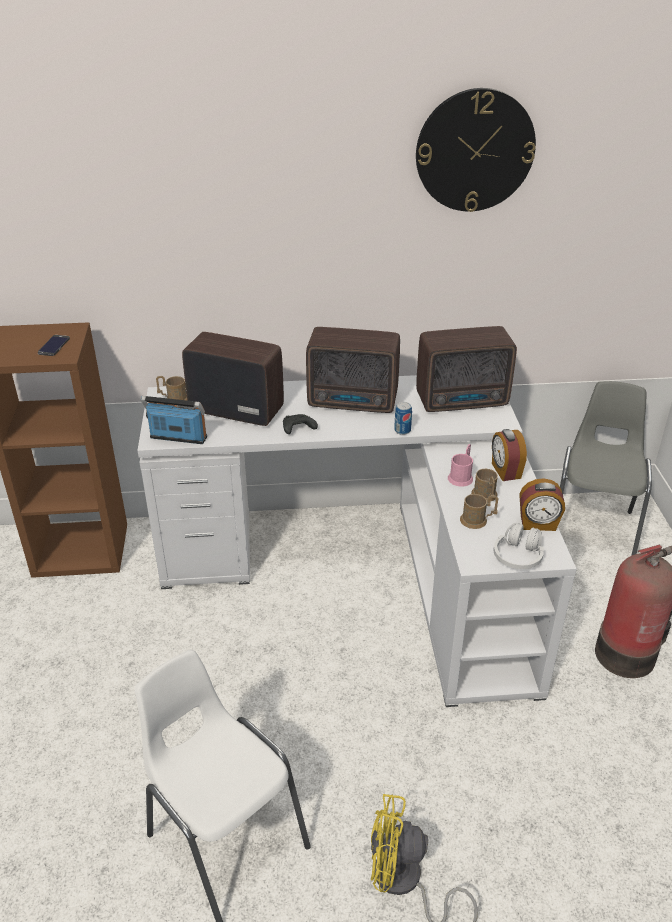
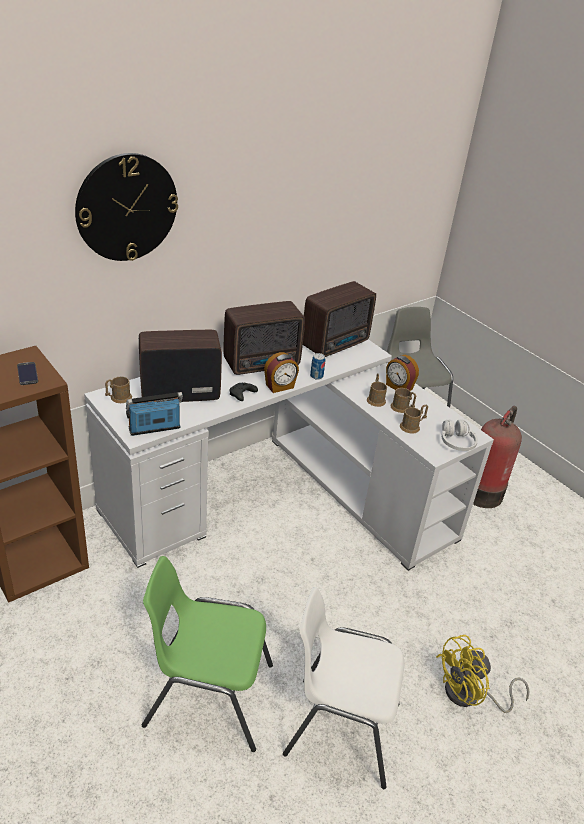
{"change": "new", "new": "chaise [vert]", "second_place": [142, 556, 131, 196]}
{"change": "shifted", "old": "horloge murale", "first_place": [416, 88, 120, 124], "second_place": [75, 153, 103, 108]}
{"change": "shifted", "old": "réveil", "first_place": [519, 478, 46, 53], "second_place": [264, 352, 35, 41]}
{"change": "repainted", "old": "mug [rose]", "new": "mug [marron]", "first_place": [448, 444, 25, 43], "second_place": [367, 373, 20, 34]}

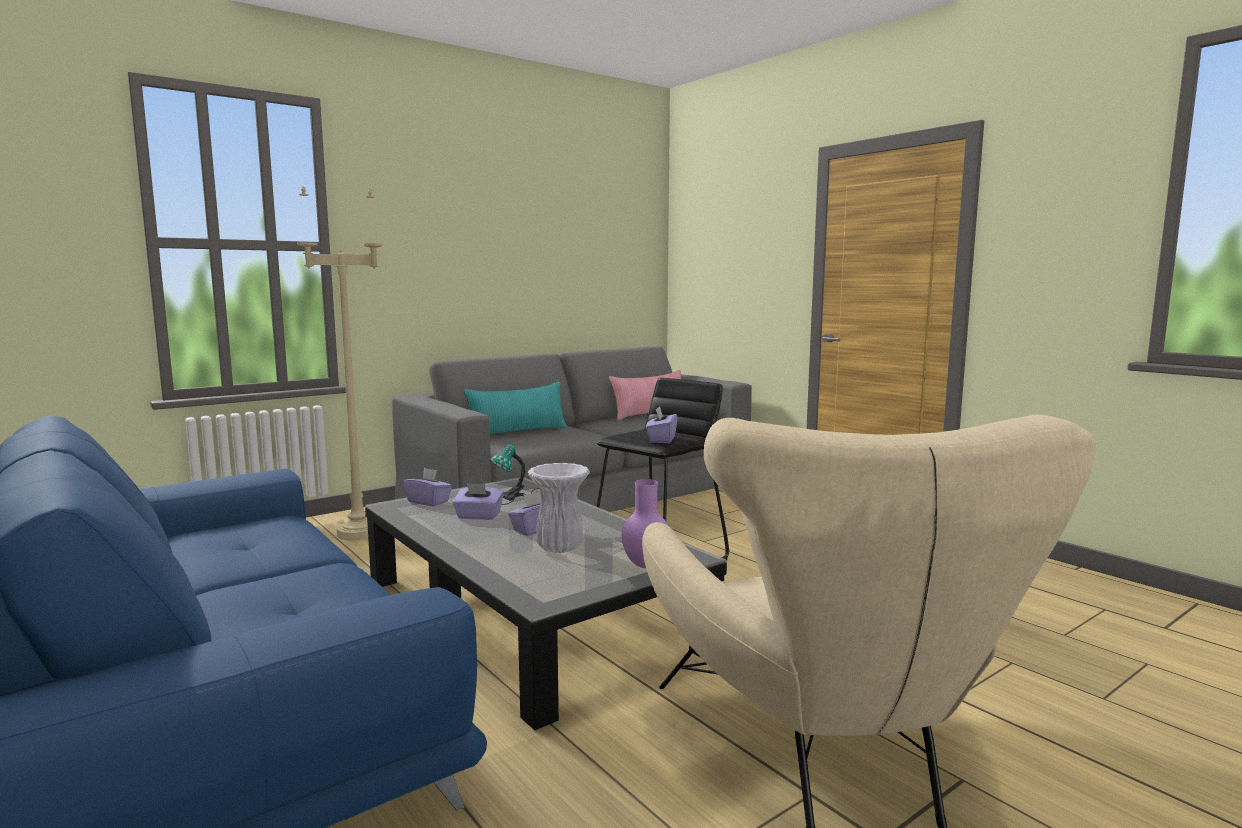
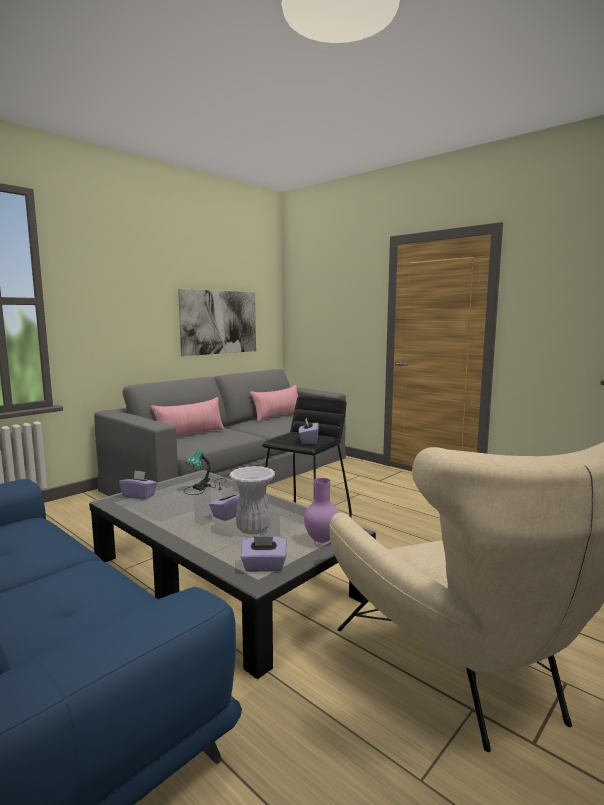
{"change": "gone", "old": "lampadaire [beige]", "first_place": [297, 186, 86, 354]}
{"change": "new", "new": "tableau", "second_place": [178, 289, 78, 67]}
{"change": "shifted", "old": "boîte à mouchoirs [violet]", "first_place": [452, 483, 52, 37], "second_place": [241, 536, 45, 36]}
{"change": "repainted", "old": "coussin [turquoise]", "new": "coussin [rose]", "first_place": [464, 382, 103, 52], "second_place": [151, 397, 74, 39]}

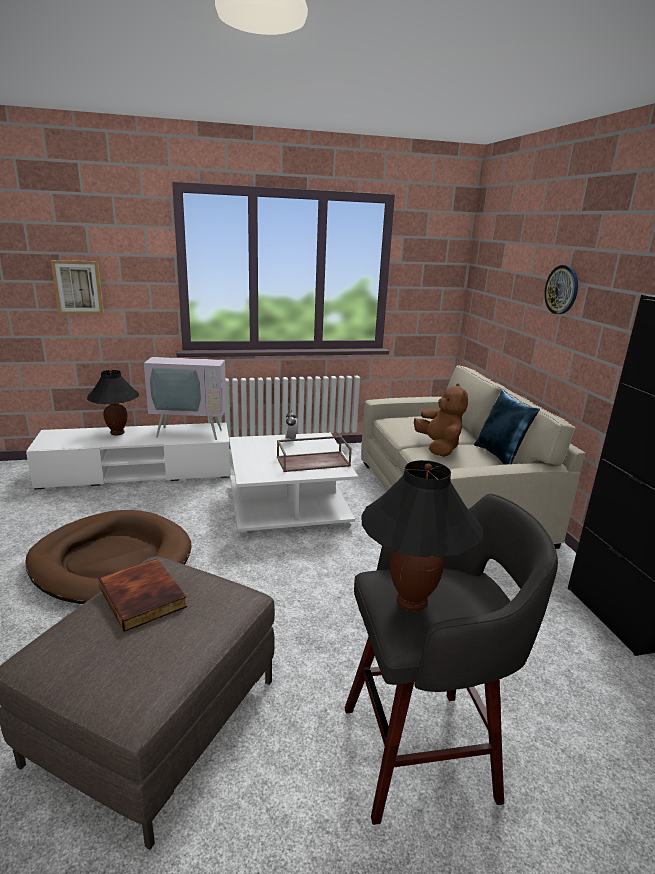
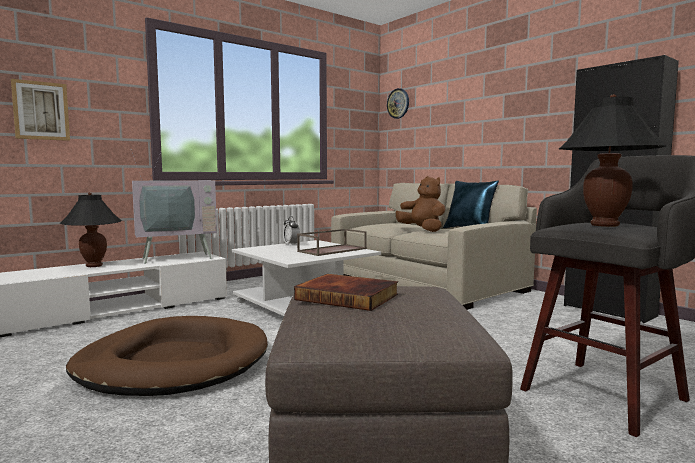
{"change": "shifted", "old": "horloge murale", "first_place": [544, 265, 34, 49], "second_place": [387, 88, 22, 31]}

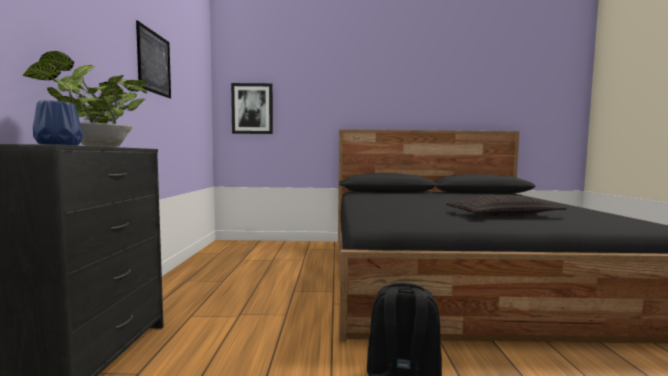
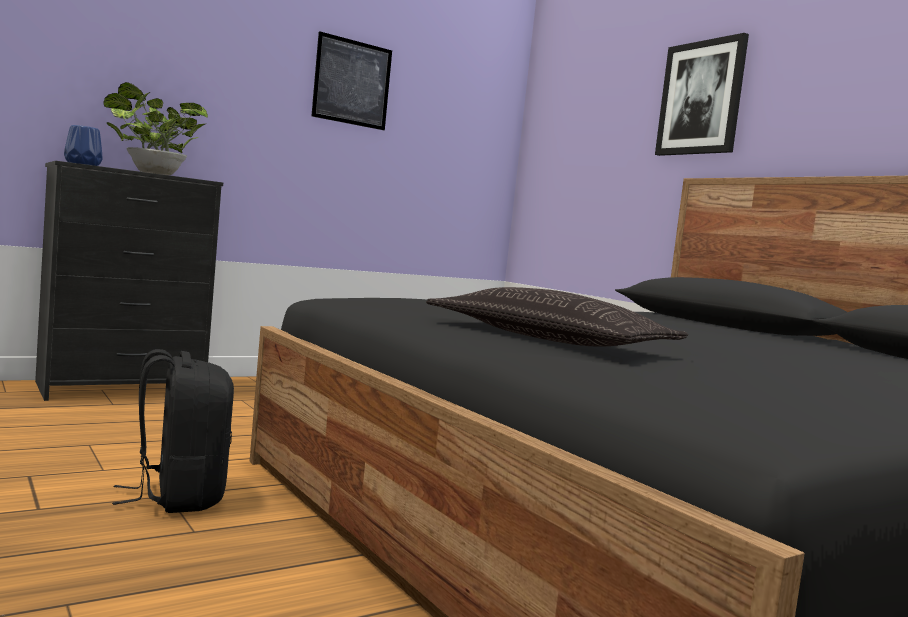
{"change": "shifted", "old": "tableau", "first_place": [231, 83, 42, 51], "second_place": [655, 33, 94, 123]}

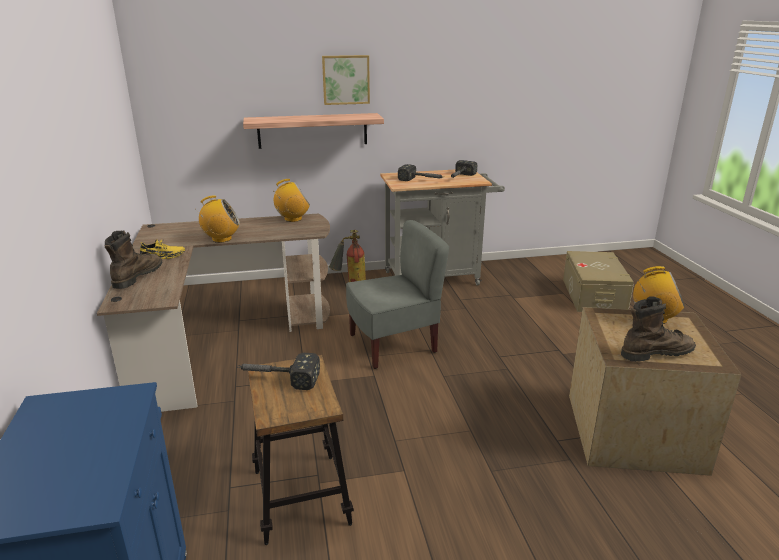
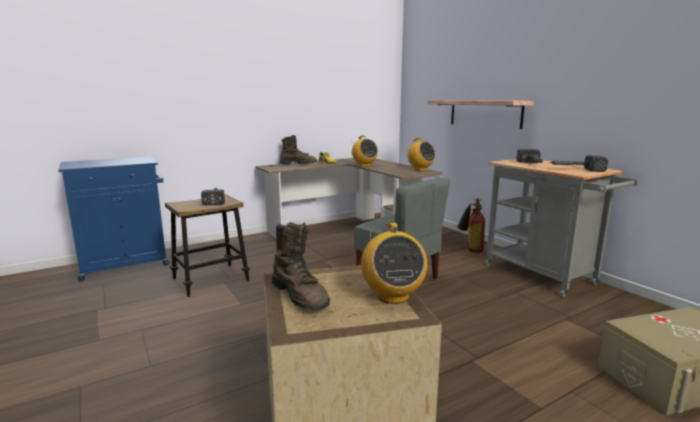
{"change": "gone", "old": "tableau", "first_place": [322, 55, 48, 50]}

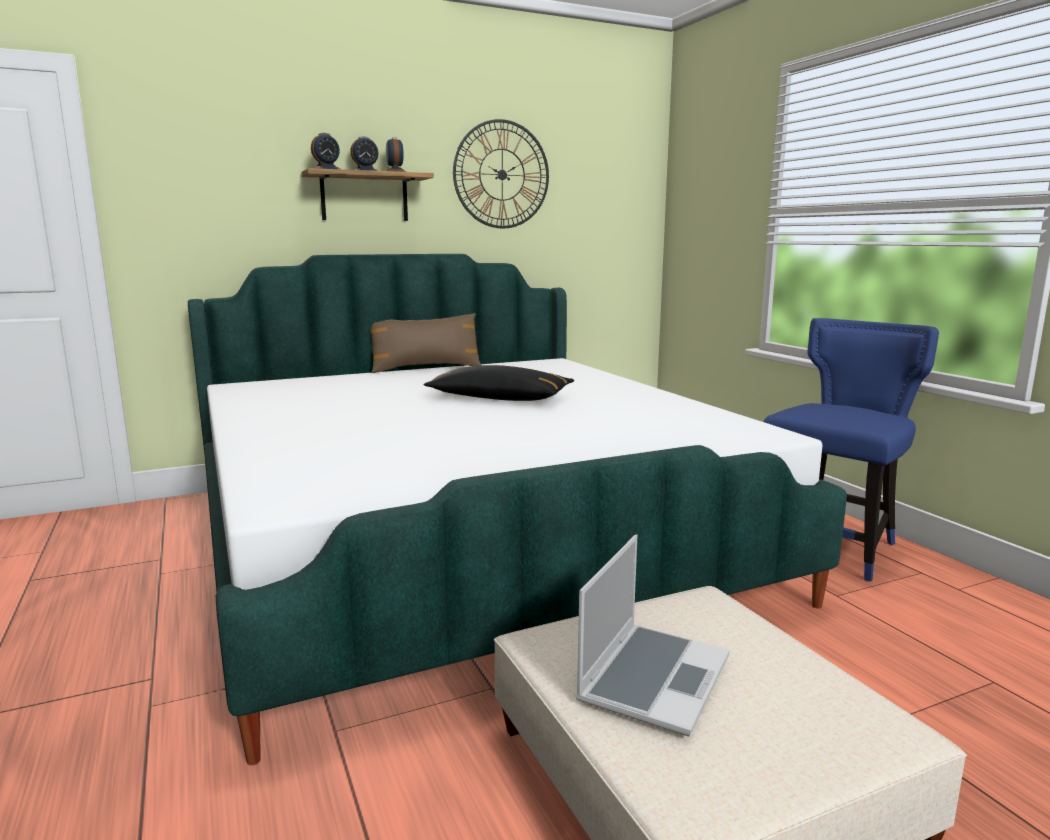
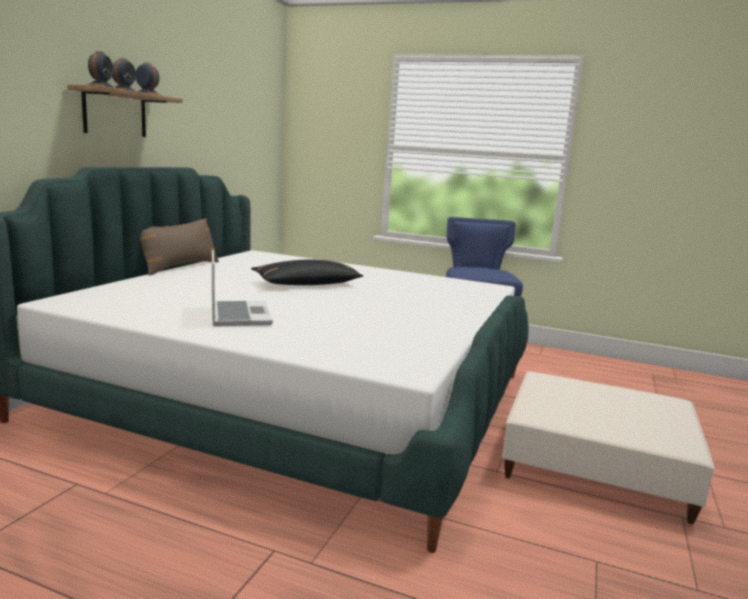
{"change": "gone", "old": "horloge murale", "first_place": [453, 119, 96, 110]}
{"change": "shifted", "old": "ordinateur portable", "first_place": [576, 534, 154, 203], "second_place": [211, 250, 62, 76]}

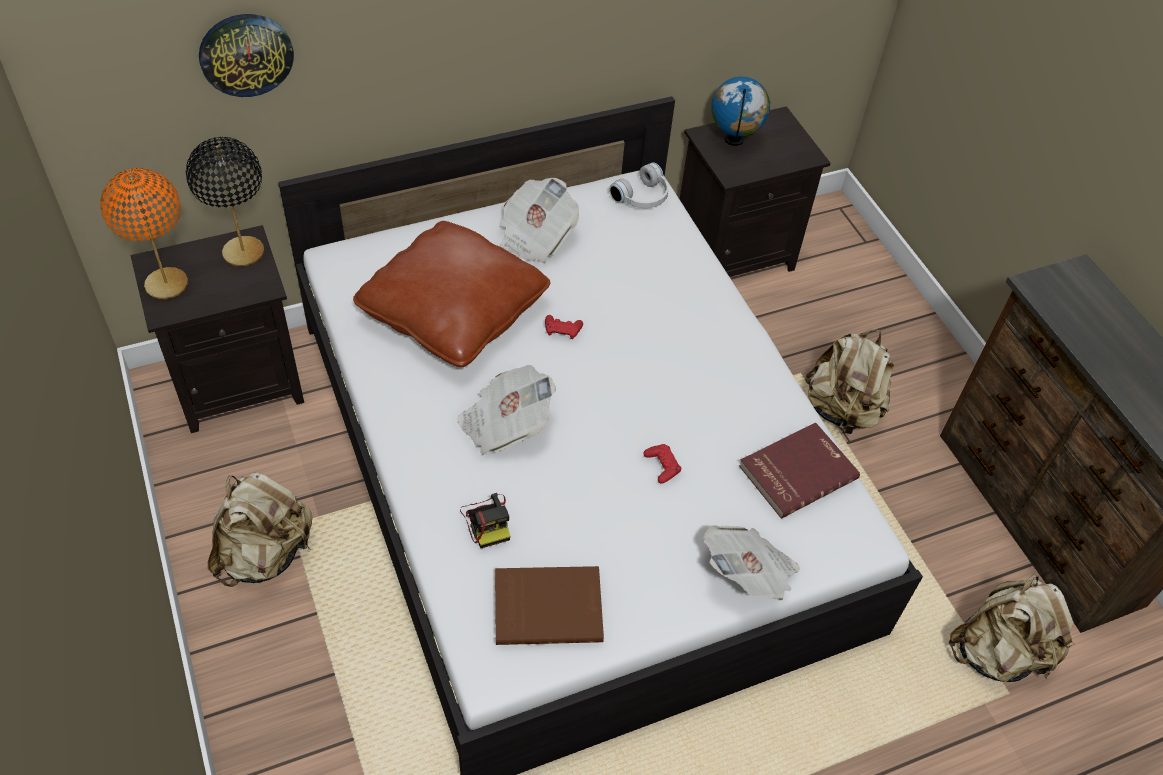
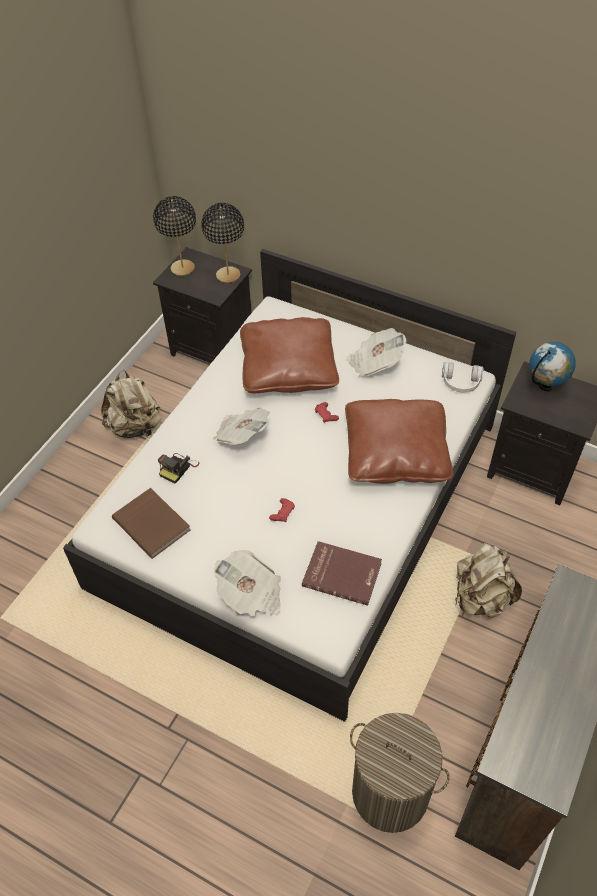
{"change": "gone", "old": "horloge murale", "first_place": [199, 14, 95, 83]}
{"change": "new", "new": "coussin [marron]", "second_place": [345, 399, 108, 85]}
{"change": "swapped", "old": "sac à dos [beige]", "new": "panier à linge", "first_place": [948, 574, 127, 108], "second_place": [350, 713, 100, 120]}
{"change": "repainted", "old": "lampe de table [orange]", "new": "lampe de table [noir]", "first_place": [100, 168, 88, 131], "second_place": [153, 196, 43, 80]}

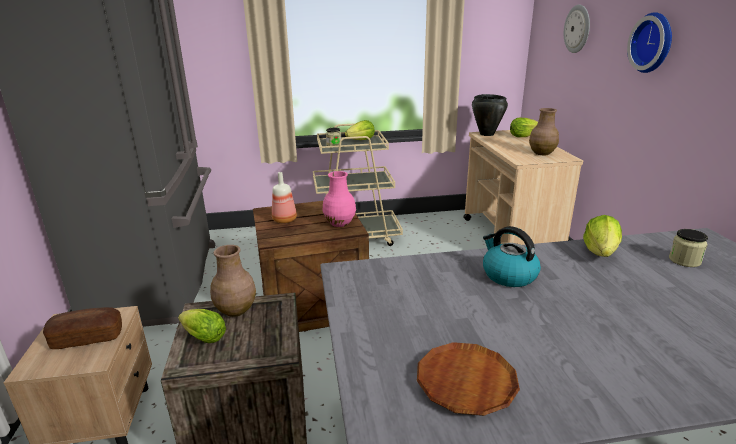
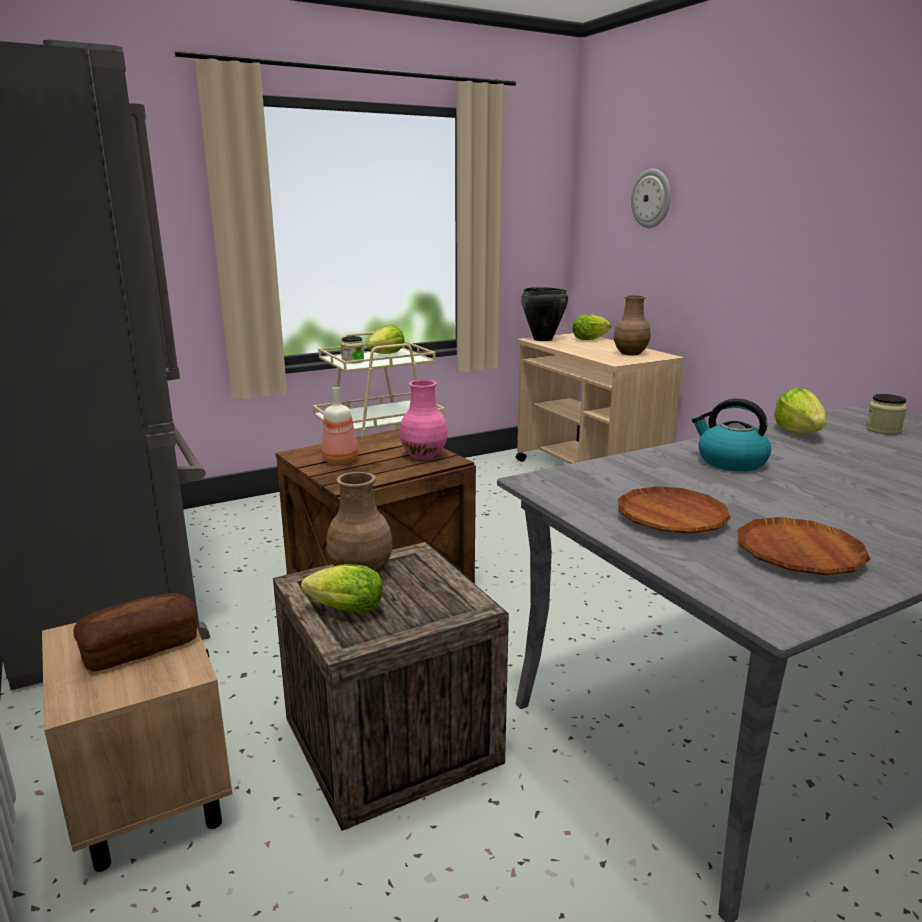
{"change": "gone", "old": "horloge murale", "first_place": [627, 12, 45, 61]}
{"change": "new", "new": "assiette [marron]", "second_place": [618, 486, 113, 48]}

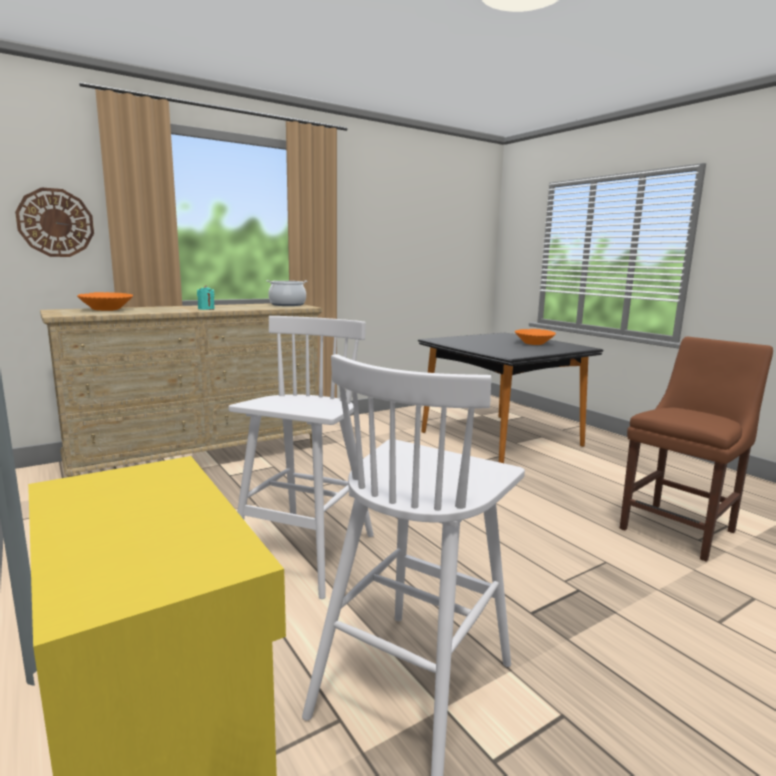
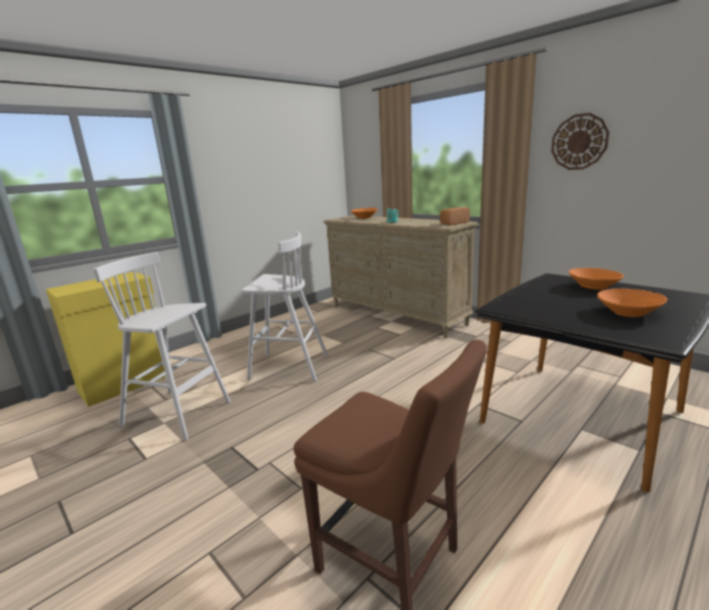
{"change": "new", "new": "bol [orange]", "second_place": [568, 268, 56, 22]}
{"change": "shifted", "old": "horloge murale", "first_place": [15, 187, 79, 70], "second_place": [551, 113, 58, 57]}
{"change": "swapped", "old": "marmite", "new": "pain", "first_place": [267, 280, 41, 26], "second_place": [440, 207, 30, 18]}

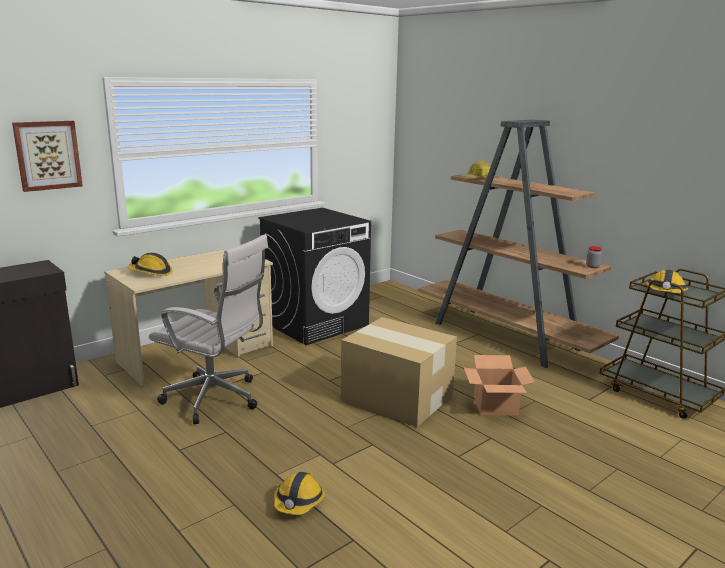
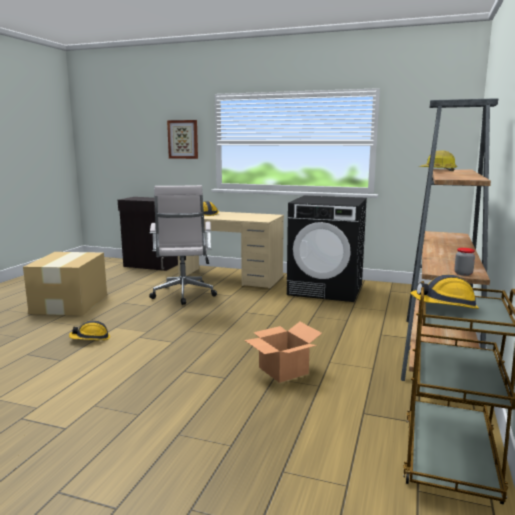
{"change": "shifted", "old": "carton", "first_place": [341, 317, 116, 110], "second_place": [23, 252, 84, 63]}

